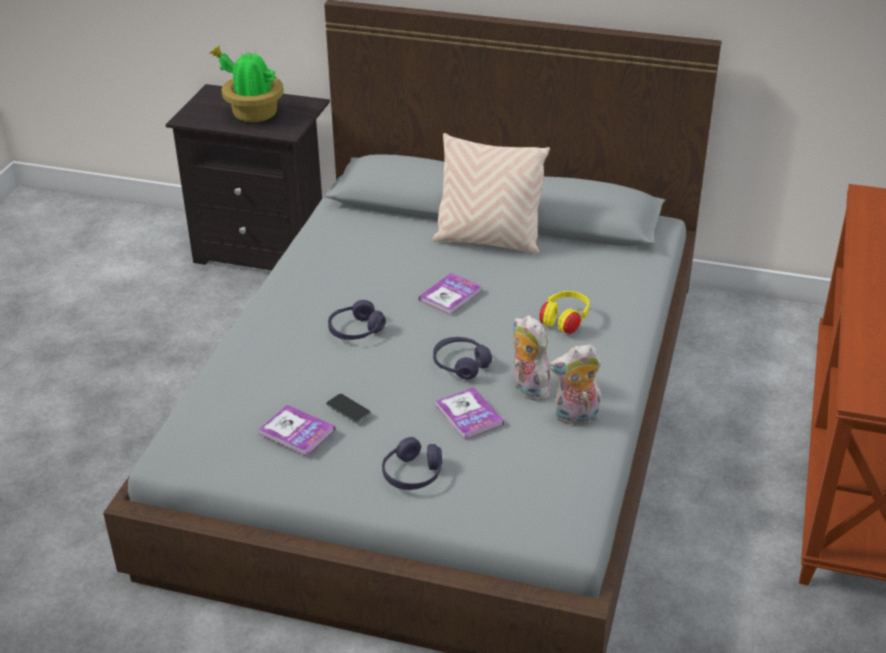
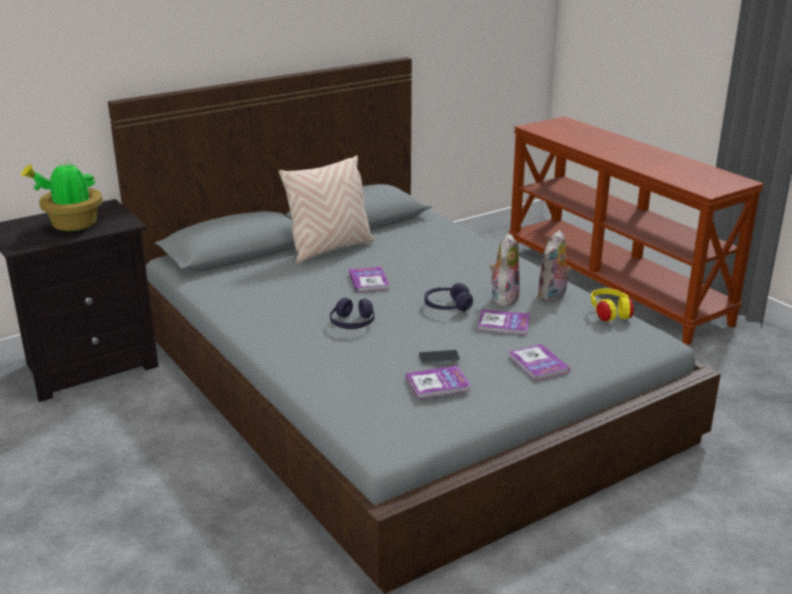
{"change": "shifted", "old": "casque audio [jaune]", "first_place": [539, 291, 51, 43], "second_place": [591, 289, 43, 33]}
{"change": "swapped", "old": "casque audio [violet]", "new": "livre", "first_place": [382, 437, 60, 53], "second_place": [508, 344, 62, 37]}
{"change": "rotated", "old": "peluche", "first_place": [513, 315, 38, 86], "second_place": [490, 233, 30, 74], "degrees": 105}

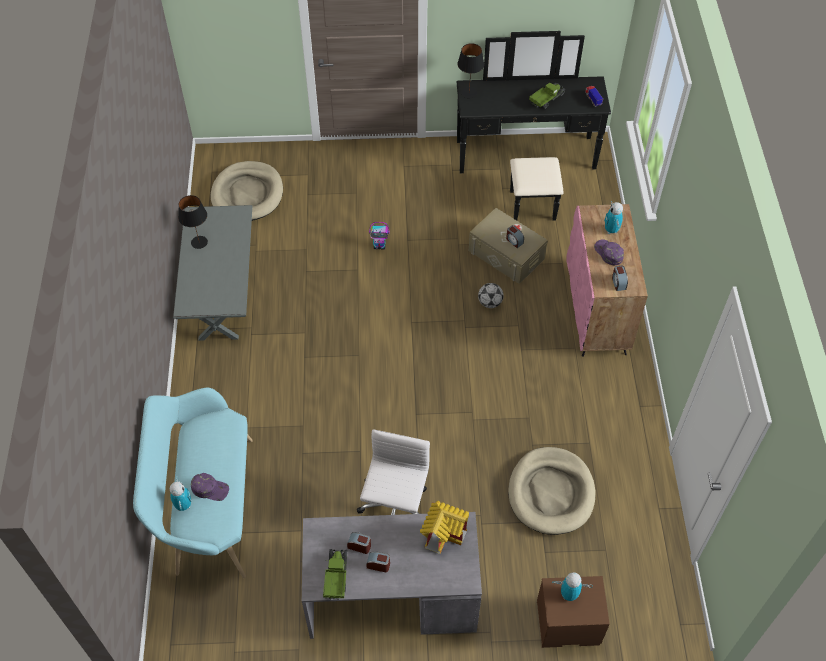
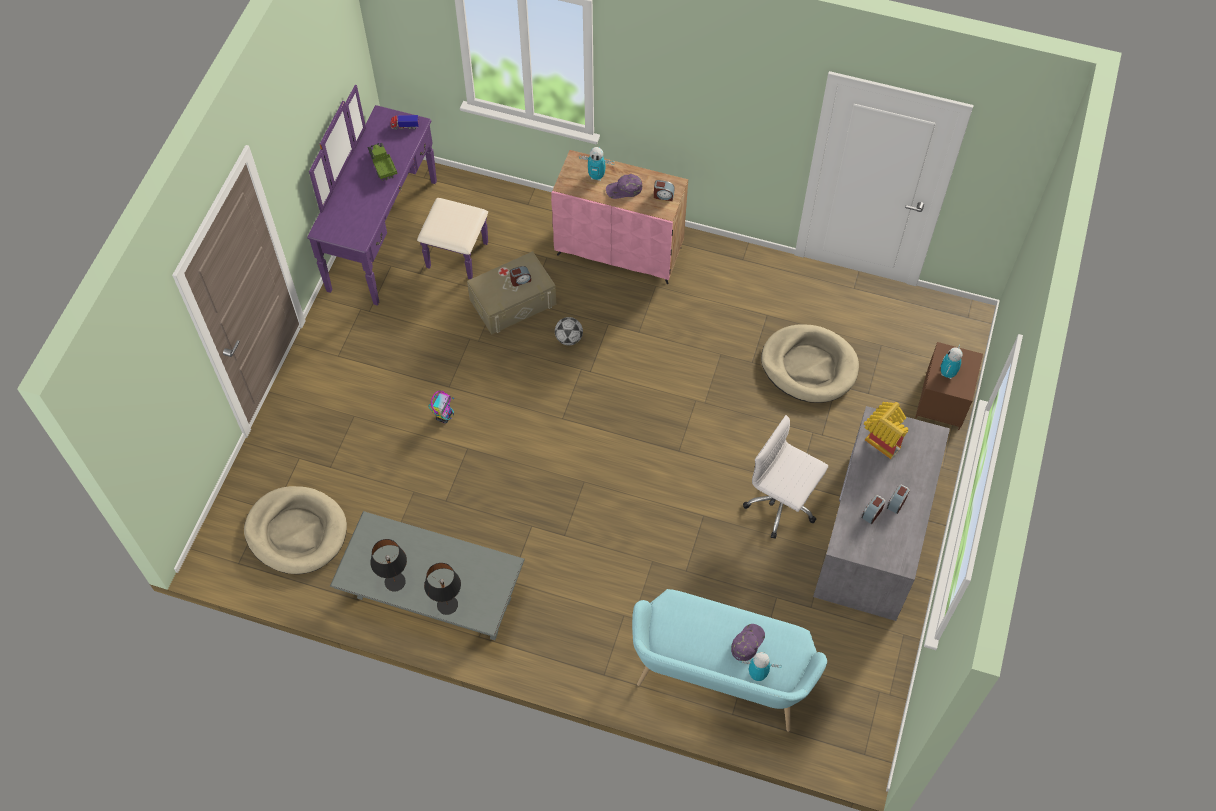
{"change": "gone", "old": "camion jouet", "first_place": [323, 549, 24, 51]}
{"change": "shifted", "old": "lampe de table [noir]", "first_place": [457, 43, 27, 55], "second_place": [424, 563, 37, 52]}
{"change": "repainted", "old": "commode [noir]", "new": "commode [violet]", "first_place": [456, 31, 155, 190], "second_place": [307, 85, 181, 221]}

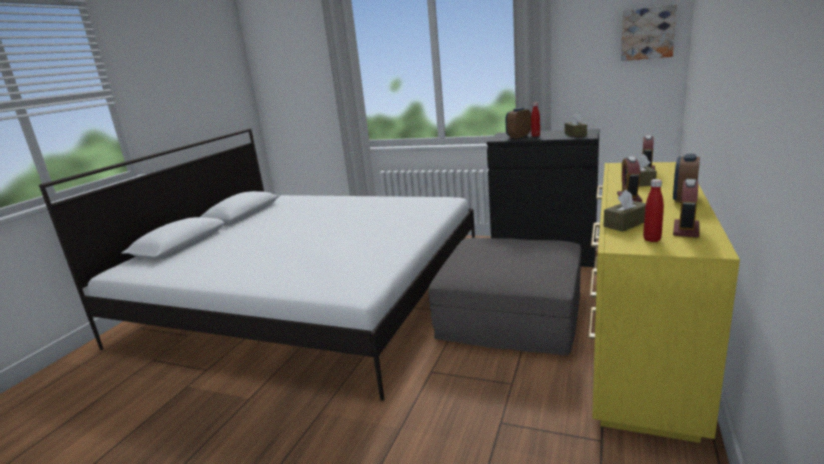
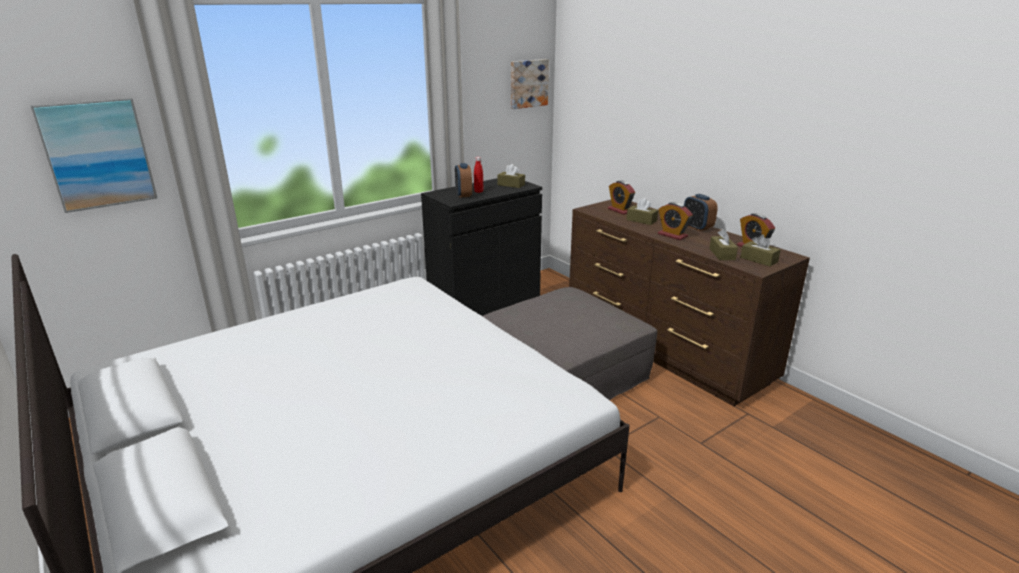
{"change": "new", "new": "tableau", "second_place": [30, 97, 127, 116]}
{"change": "swapped", "old": "bouteille [rouge]", "new": "boîte à mouchoirs [marron]", "first_place": [643, 179, 21, 63], "second_place": [740, 235, 41, 31]}
{"change": "repainted", "old": "commode [jaune]", "new": "commode [marron]", "first_place": [588, 162, 152, 281], "second_place": [569, 200, 241, 206]}

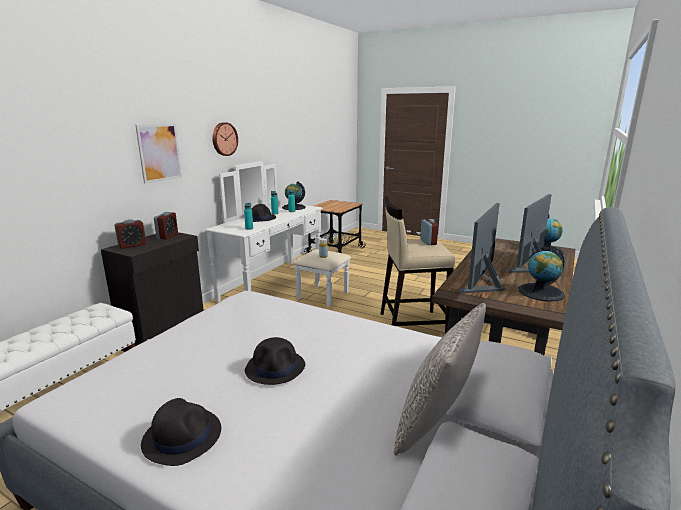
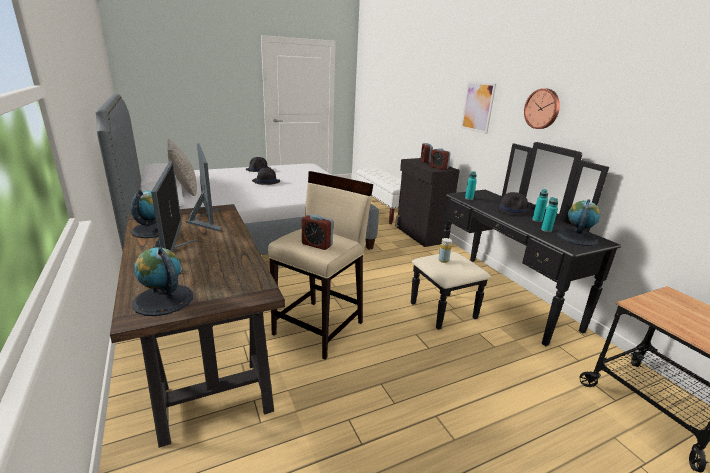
{"change": "repainted", "old": "commode [blanc]", "new": "commode [noir]", "first_place": [205, 161, 146, 146], "second_place": [411, 142, 210, 204]}

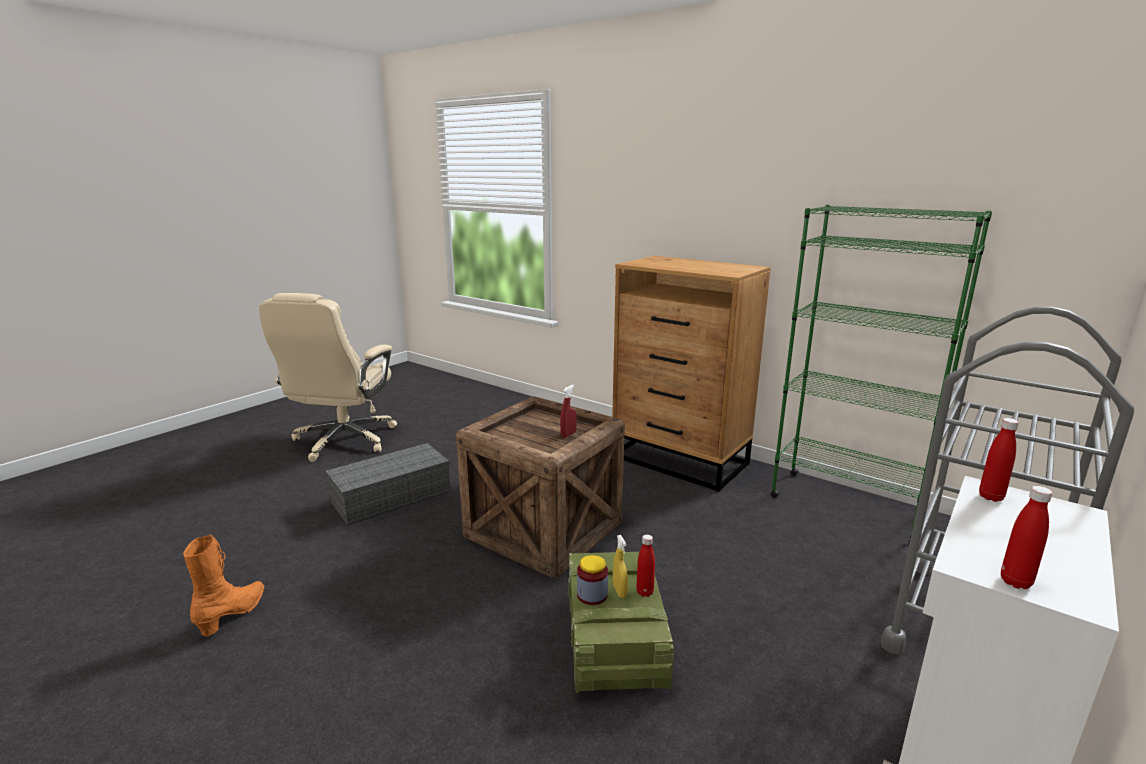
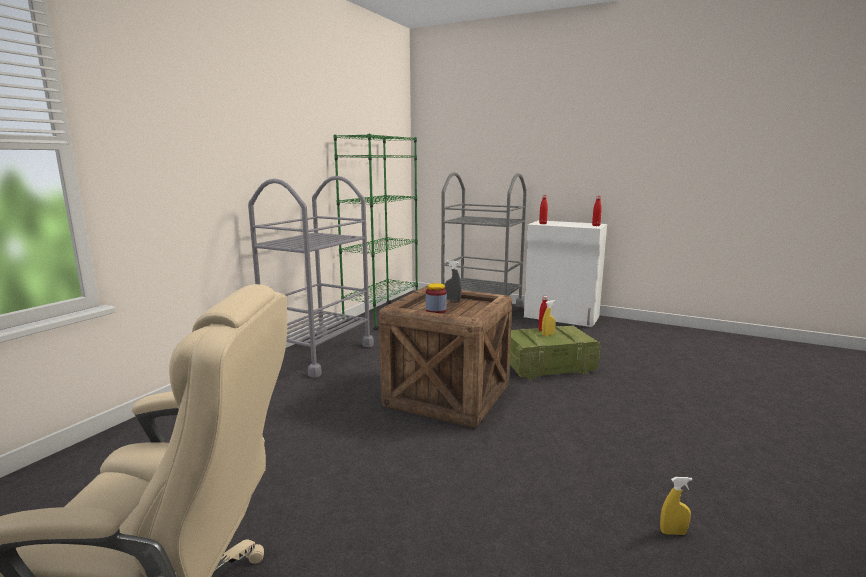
{"change": "gone", "old": "boîte de rangement [gris]", "first_place": [325, 443, 126, 82]}
{"change": "shifted", "old": "bocal", "first_place": [577, 555, 31, 50], "second_place": [426, 283, 21, 30]}
{"change": "swapped", "old": "botte [orange]", "new": "vaporisateur [jaune]", "first_place": [183, 534, 81, 103], "second_place": [660, 477, 33, 58]}
{"change": "swapped", "old": "commode [marron]", "new": "chariot [gris]", "first_place": [612, 256, 158, 236], "second_place": [248, 176, 126, 202]}
{"change": "repainted", "old": "vaporisateur [rouge]", "new": "vaporisateur [gris]", "first_place": [560, 385, 17, 53], "second_place": [445, 260, 17, 41]}

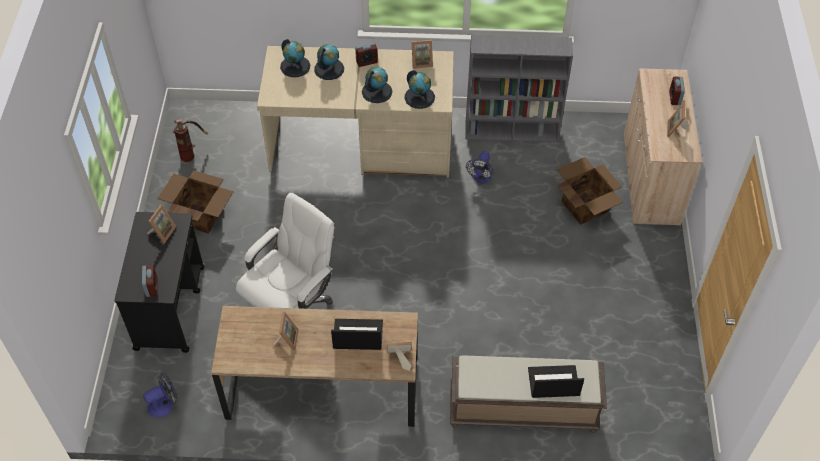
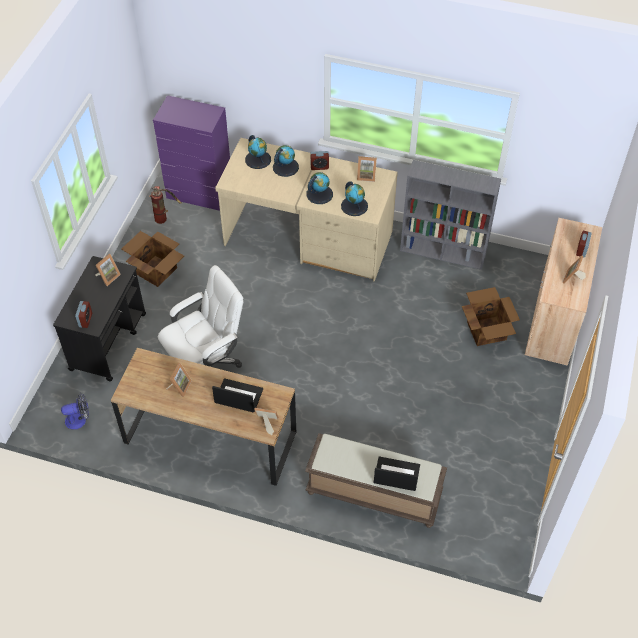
{"change": "gone", "old": "ventilateur", "first_place": [466, 151, 28, 32]}
{"change": "new", "new": "commode [violet]", "second_place": [153, 95, 77, 116]}

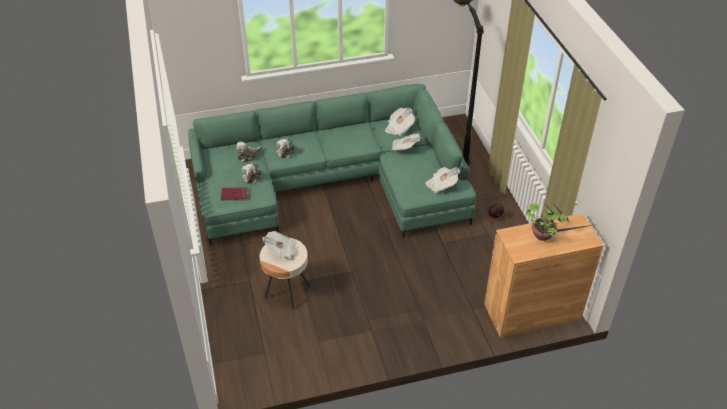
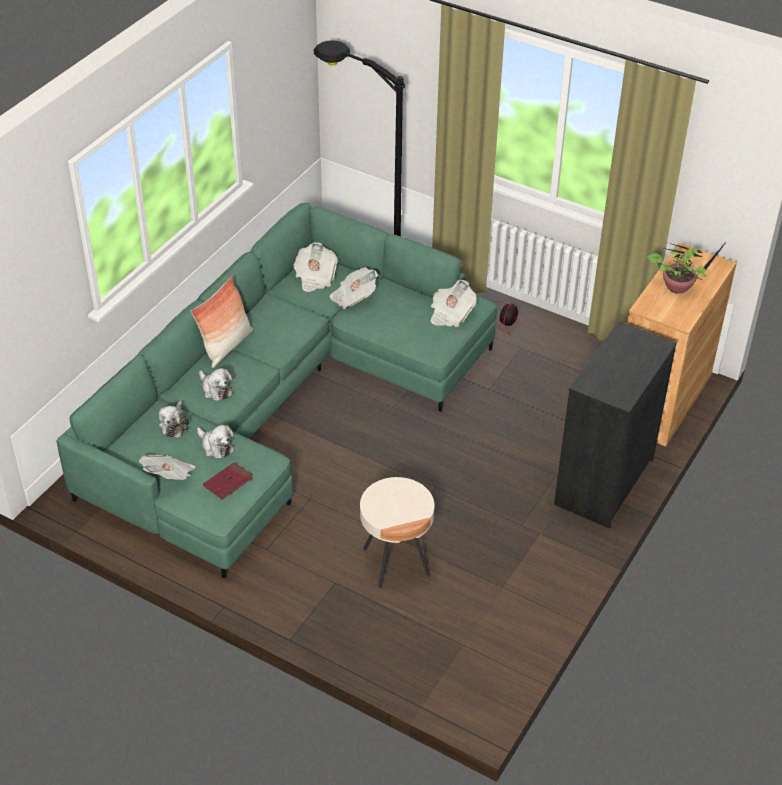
{"change": "new", "new": "coussin", "second_place": [191, 276, 62, 92]}
{"change": "new", "new": "commode [noir]", "second_place": [554, 321, 123, 207]}
{"change": "shifted", "old": "journal", "first_place": [262, 231, 38, 27], "second_place": [139, 455, 56, 25]}

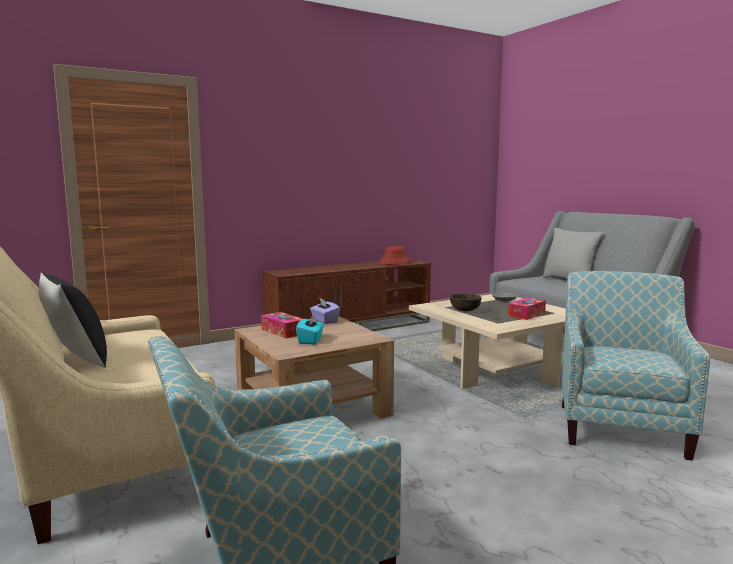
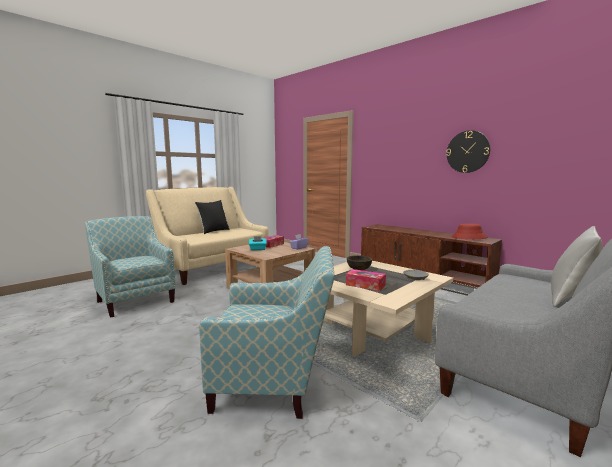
{"change": "new", "new": "horloge murale", "second_place": [446, 130, 44, 43]}

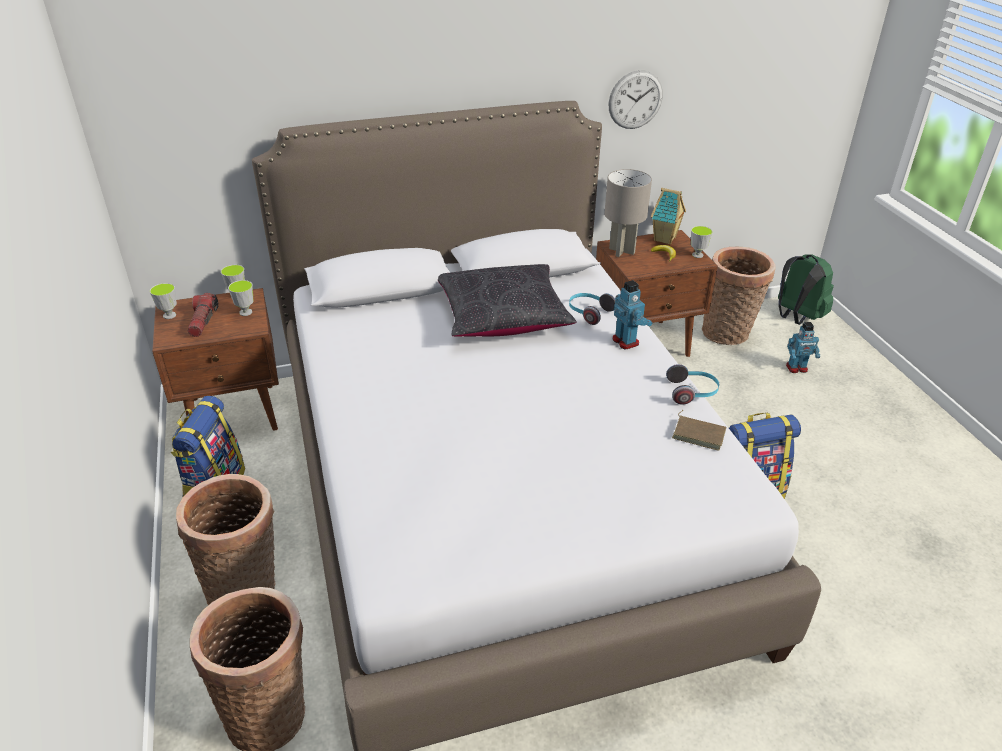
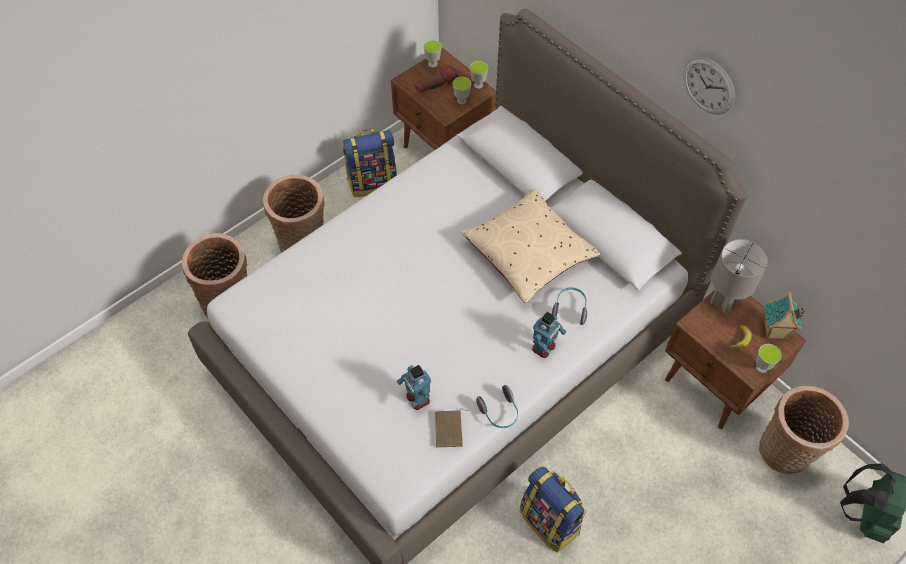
{"change": "shifted", "old": "horloge murale", "first_place": [609, 70, 54, 59], "second_place": [683, 57, 52, 57]}
{"change": "shifted", "old": "robot jouet", "first_place": [786, 322, 34, 51], "second_place": [397, 365, 34, 45]}
{"change": "repainted", "old": "coussin [noir]", "new": "coussin [beige]", "first_place": [438, 264, 139, 73], "second_place": [461, 189, 139, 114]}

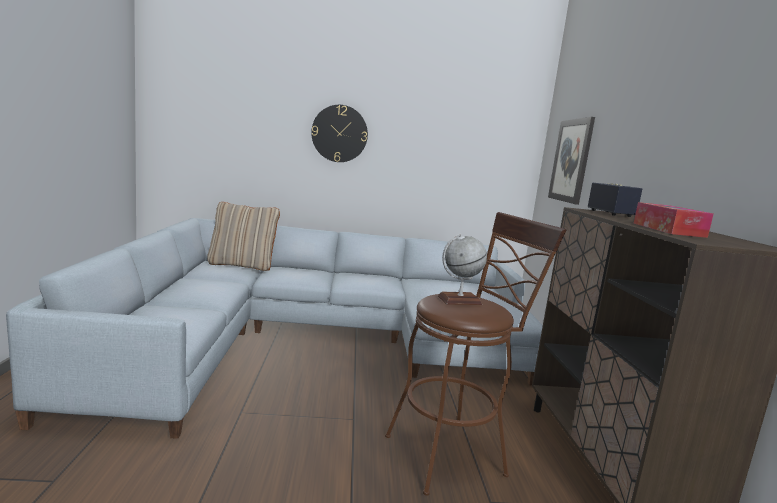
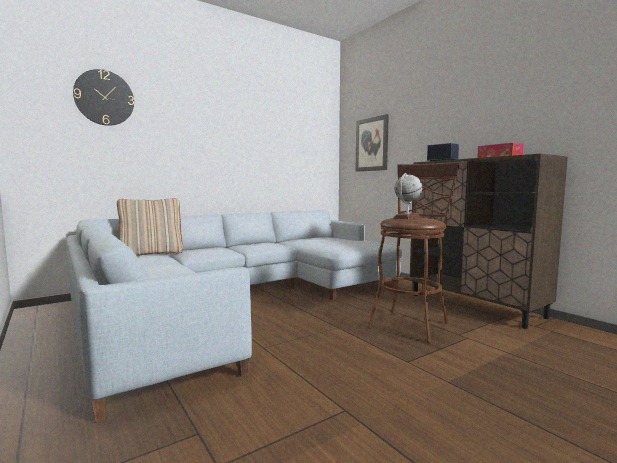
{"change": "shifted", "old": "horloge murale", "first_place": [311, 105, 57, 57], "second_place": [73, 69, 61, 57]}

